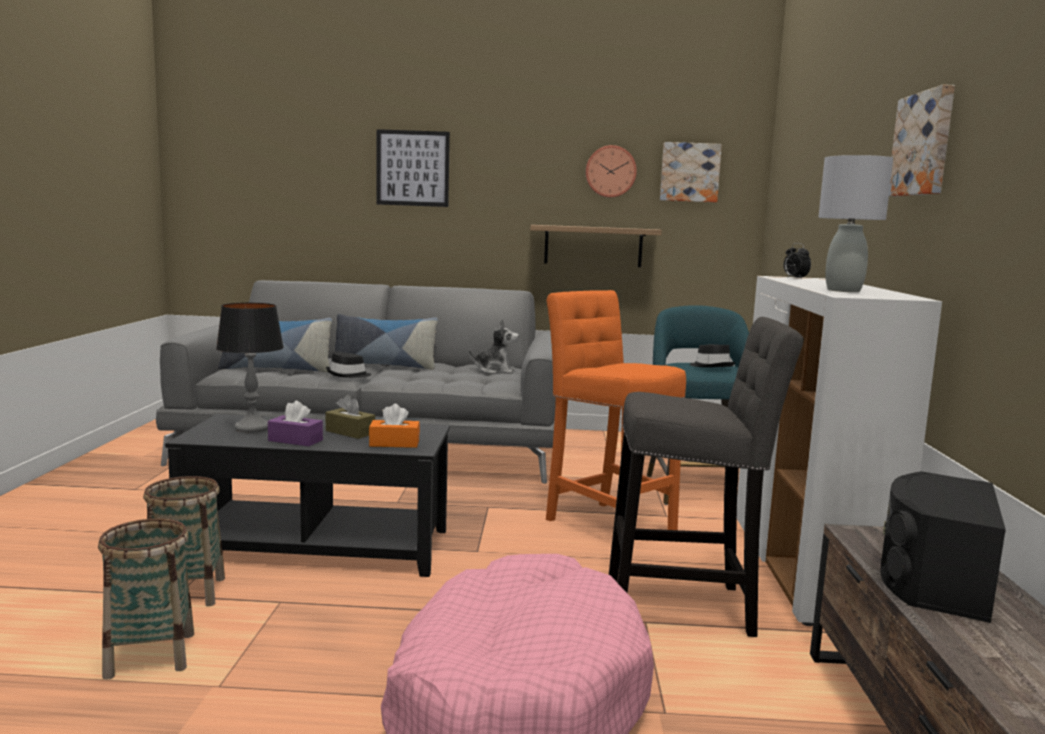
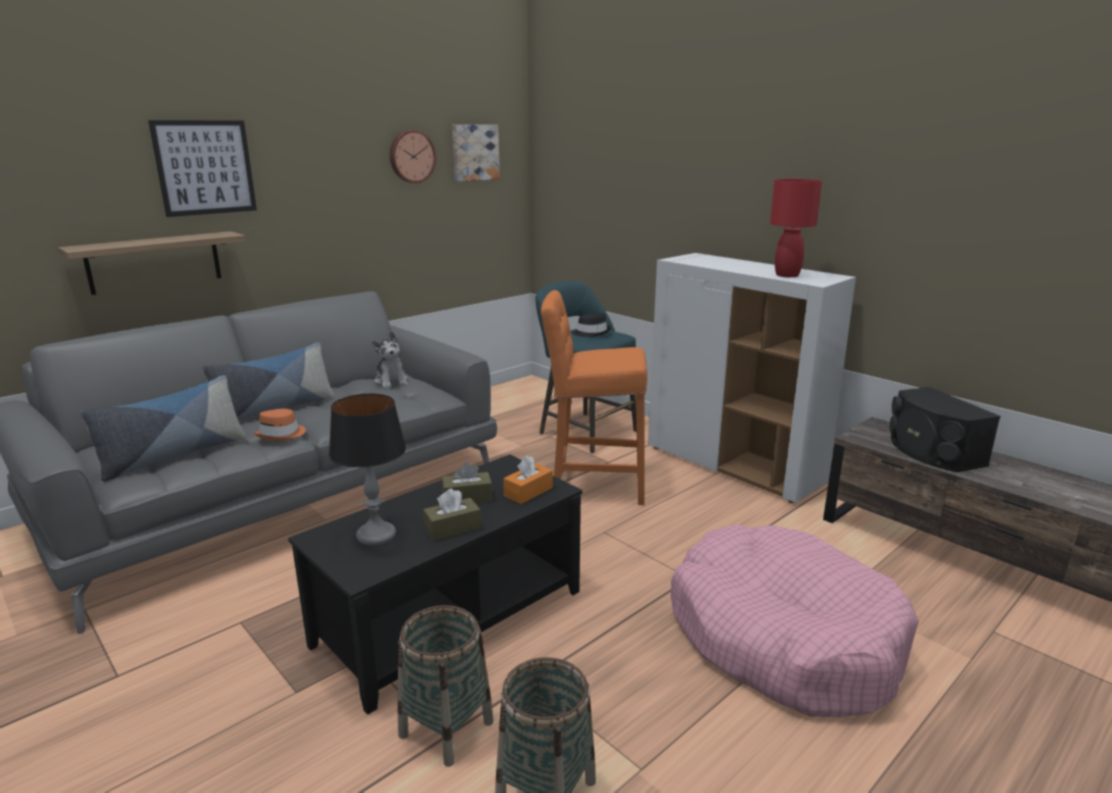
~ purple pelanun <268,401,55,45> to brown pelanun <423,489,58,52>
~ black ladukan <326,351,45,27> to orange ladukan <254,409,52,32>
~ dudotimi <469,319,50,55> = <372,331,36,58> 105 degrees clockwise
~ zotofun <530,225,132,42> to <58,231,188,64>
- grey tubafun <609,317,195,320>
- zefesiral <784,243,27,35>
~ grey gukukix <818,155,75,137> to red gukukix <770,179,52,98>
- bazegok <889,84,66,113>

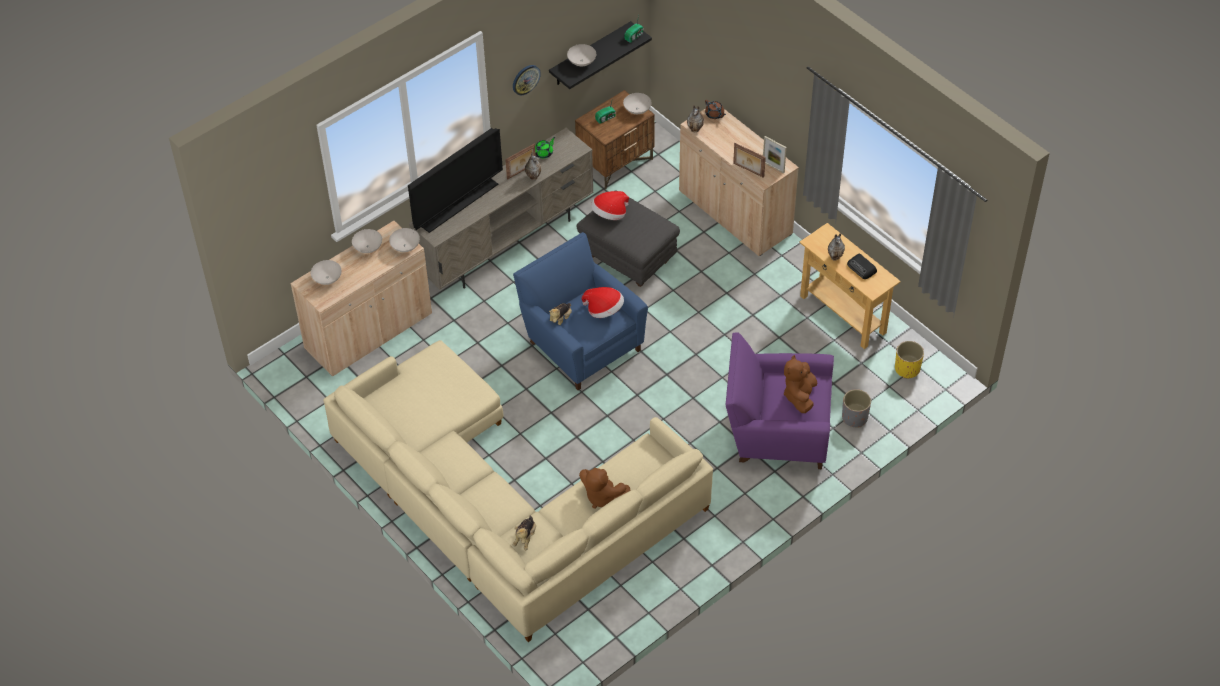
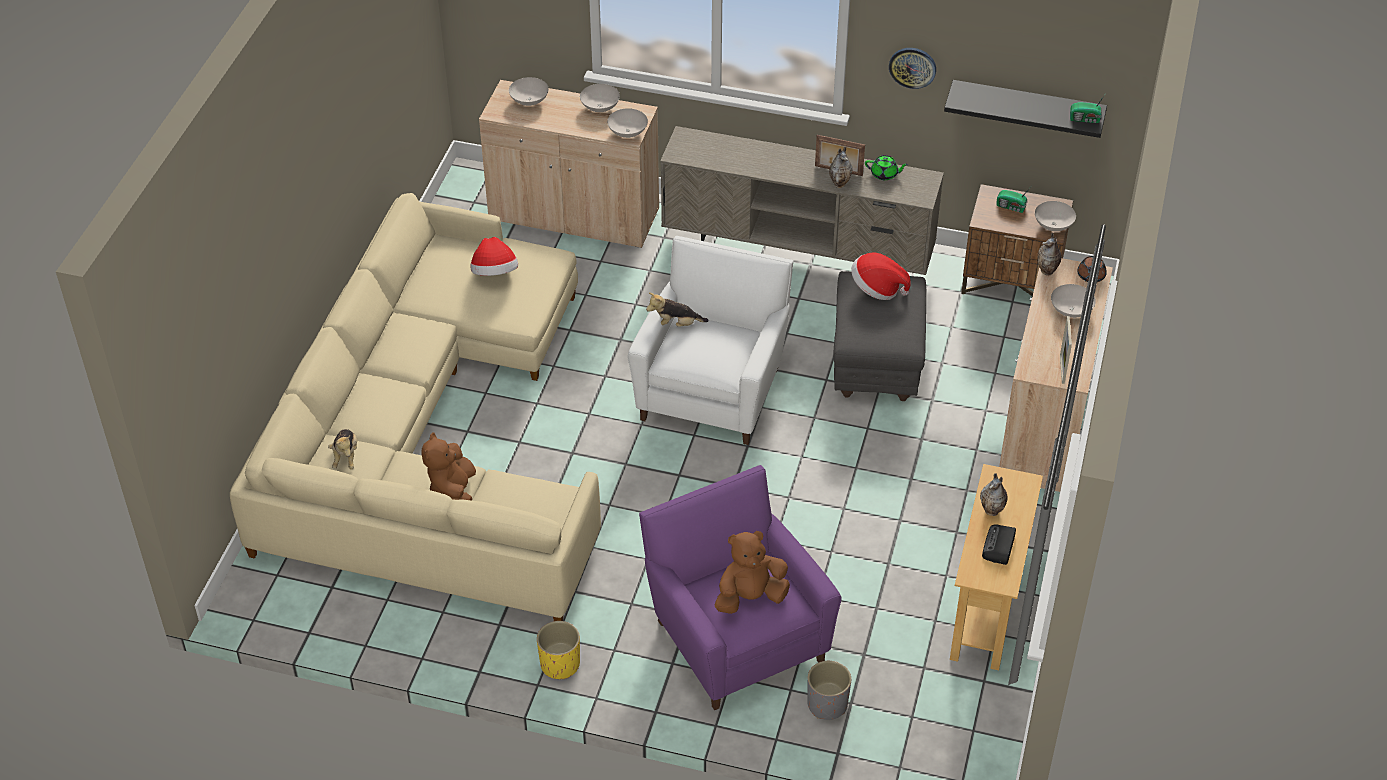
- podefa <408,128,95,105>
~ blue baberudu <513,232,135,158> to white baberudu <628,236,165,209>
~ dudotimi <513,516,23,35> = <328,429,29,40> 75 degrees counterclockwise
~ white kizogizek <567,44,29,22> to <1051,284,45,34>
~ ladukan <582,287,42,31> to <471,237,47,39>
- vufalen <733,143,33,35>
~ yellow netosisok <895,341,29,38> to <537,621,43,59>

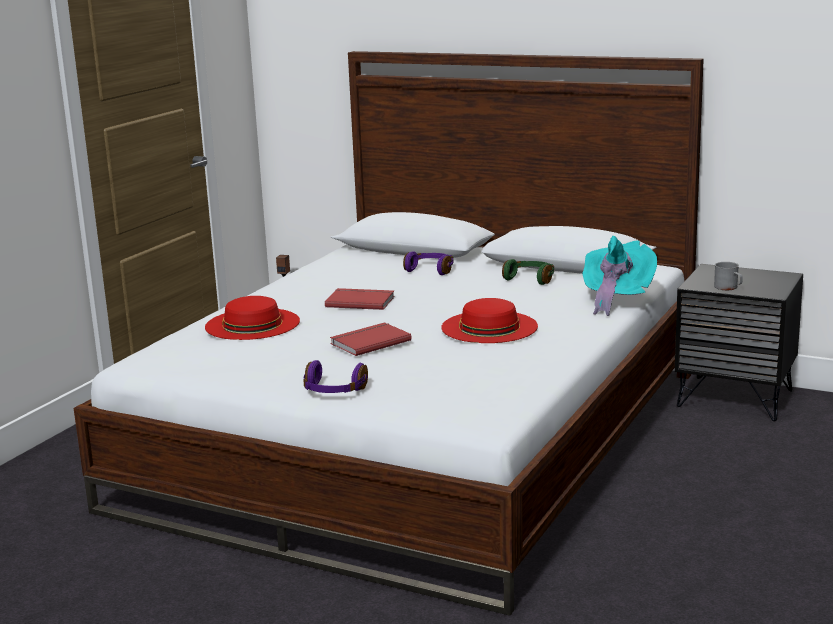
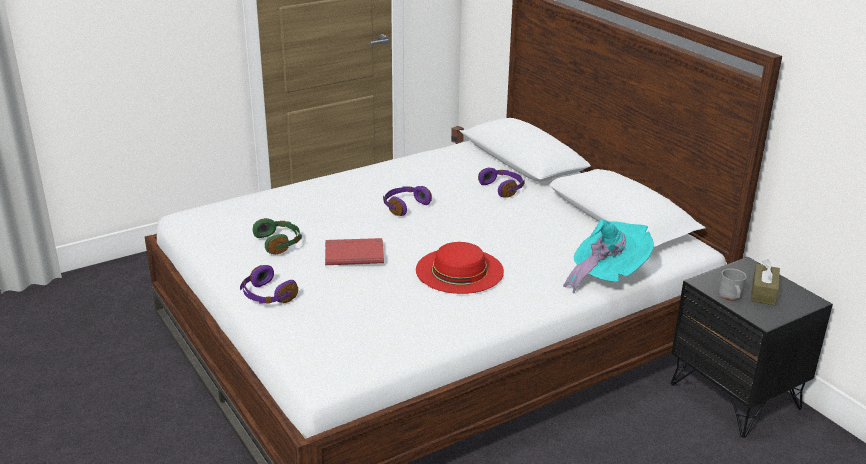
- red ladukan <205,296,95,44>
~ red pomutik <325,288,69,22> to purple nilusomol <383,186,49,30>
~ green nilusomol <502,259,52,26> to <253,218,49,36>
+ brown pelanun <751,259,29,46>

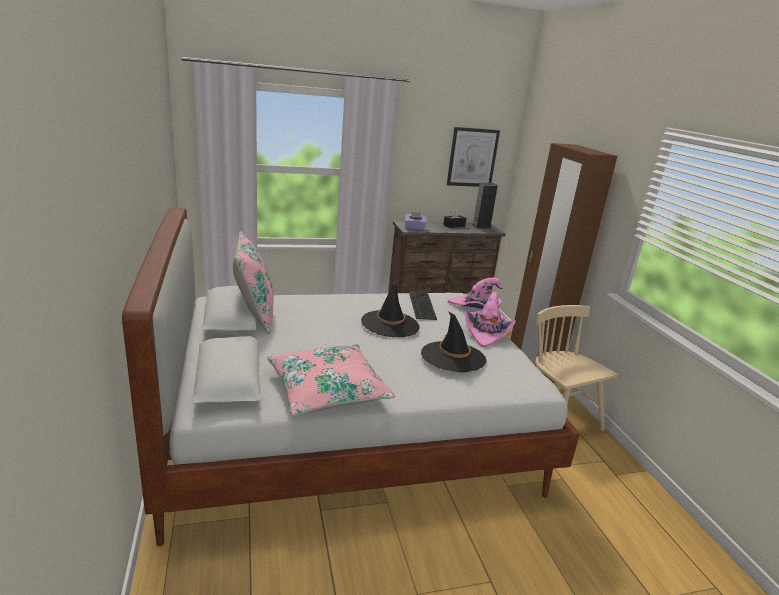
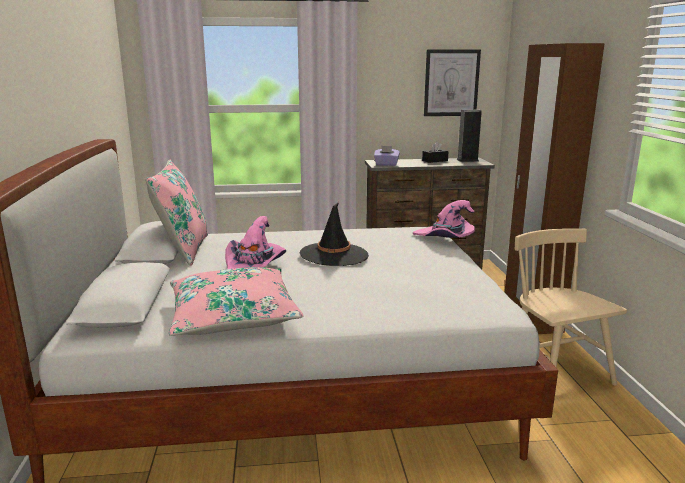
- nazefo <409,290,28,30>
- black ladukan <421,311,65,61>
~ pink ladukan <465,292,51,55> to <225,216,61,53>

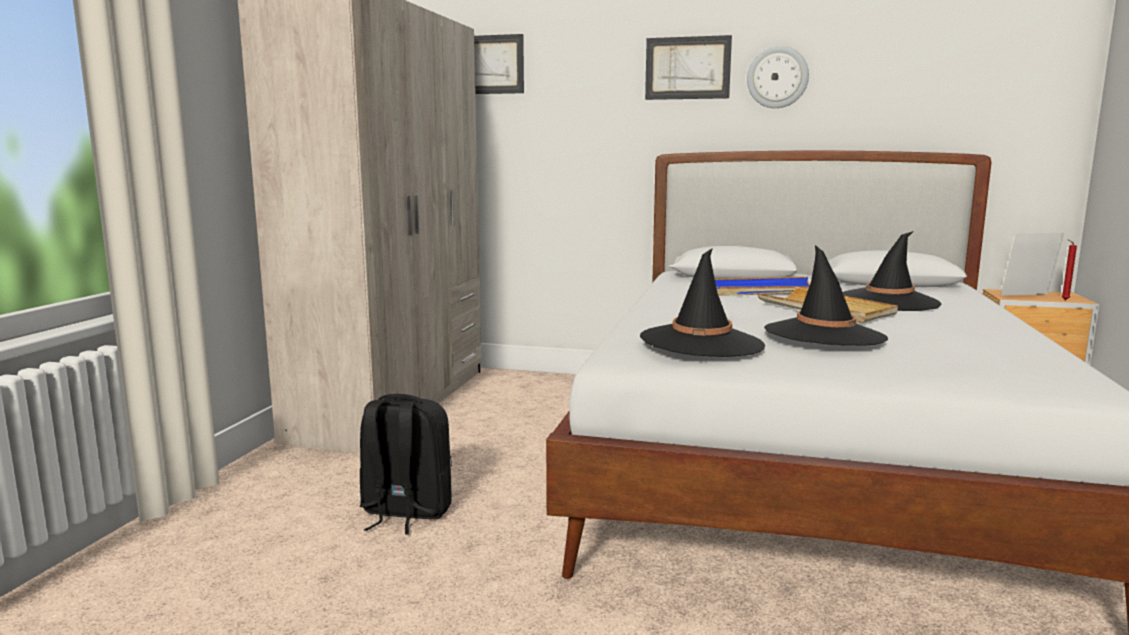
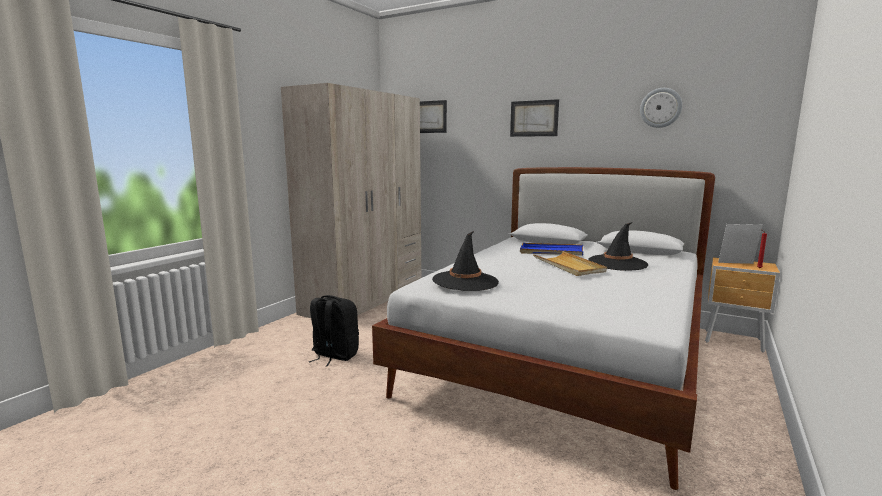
~ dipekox <747,46,62,62> to <640,88,42,40>
- black ladukan <764,245,124,101>

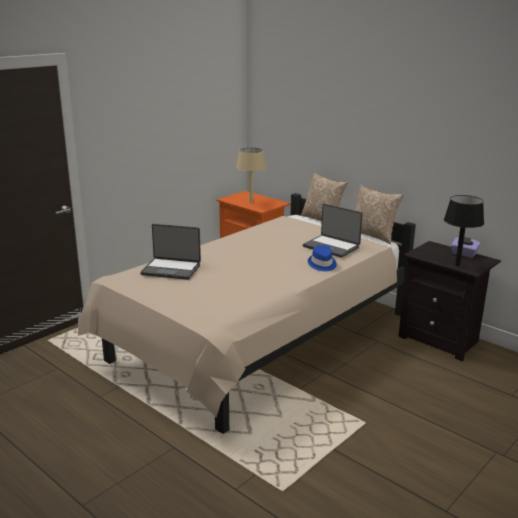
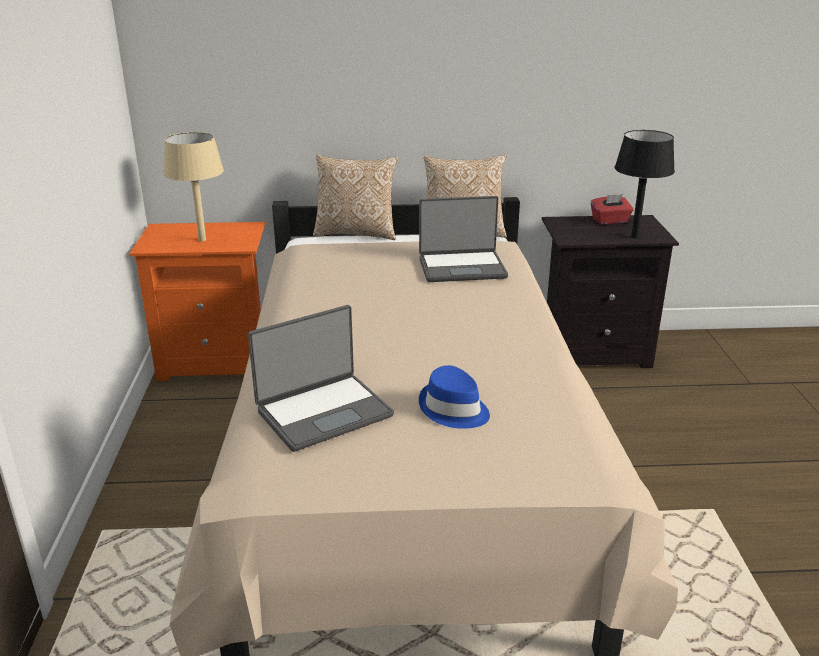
~ blue ladukan <308,245,29,26> to <419,365,71,64>
~ purple pelanun <451,237,30,21> to red pelanun <591,194,42,30>

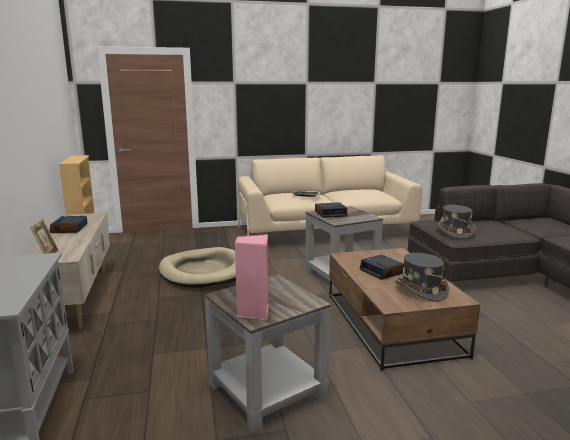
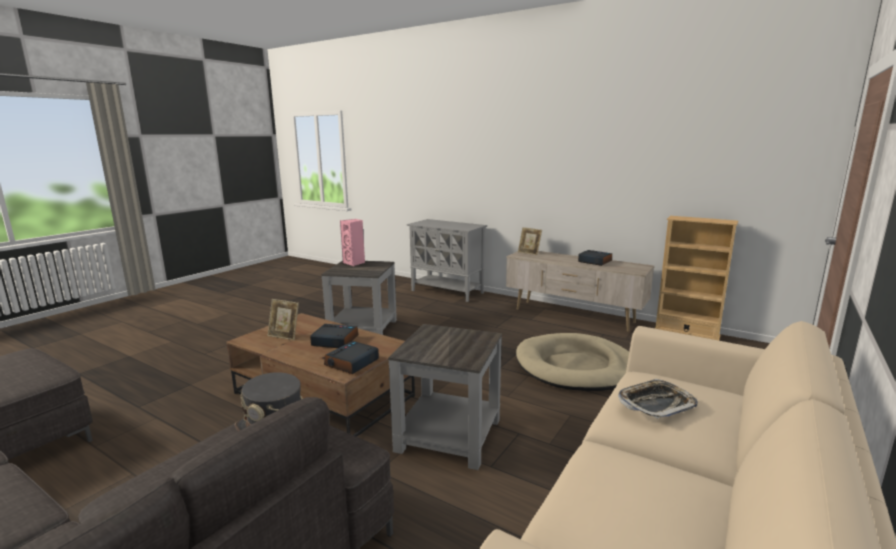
~ zefesiral <315,202,32,16> to <324,341,55,33>
~ grey ladukan <395,253,54,49> to vufalen <268,299,31,41>

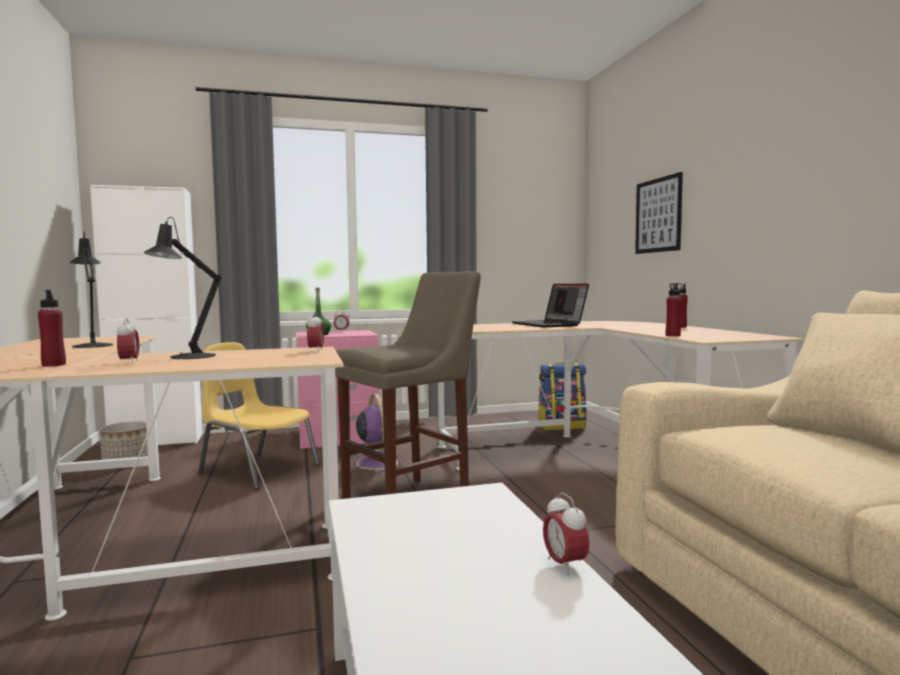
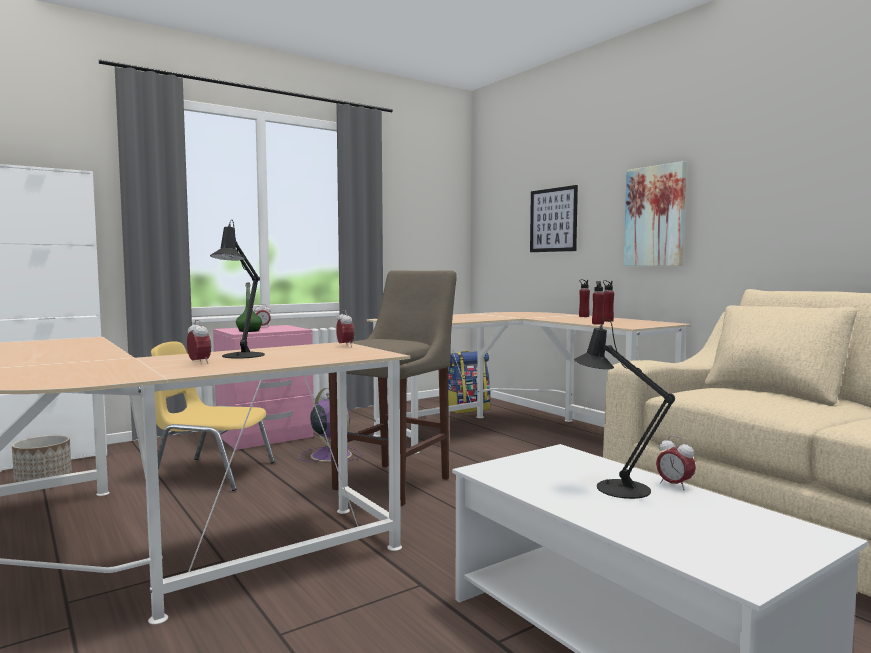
~ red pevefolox <38,290,28,77> to <603,280,11,42>
~ black gukukix <70,231,43,117> to <574,319,101,180>
- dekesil <512,284,77,43>
+ bazegok <624,161,62,105>

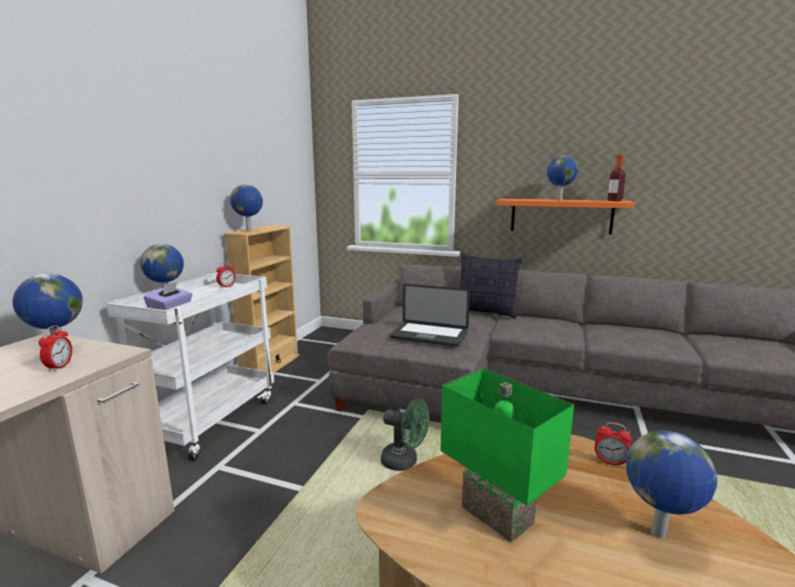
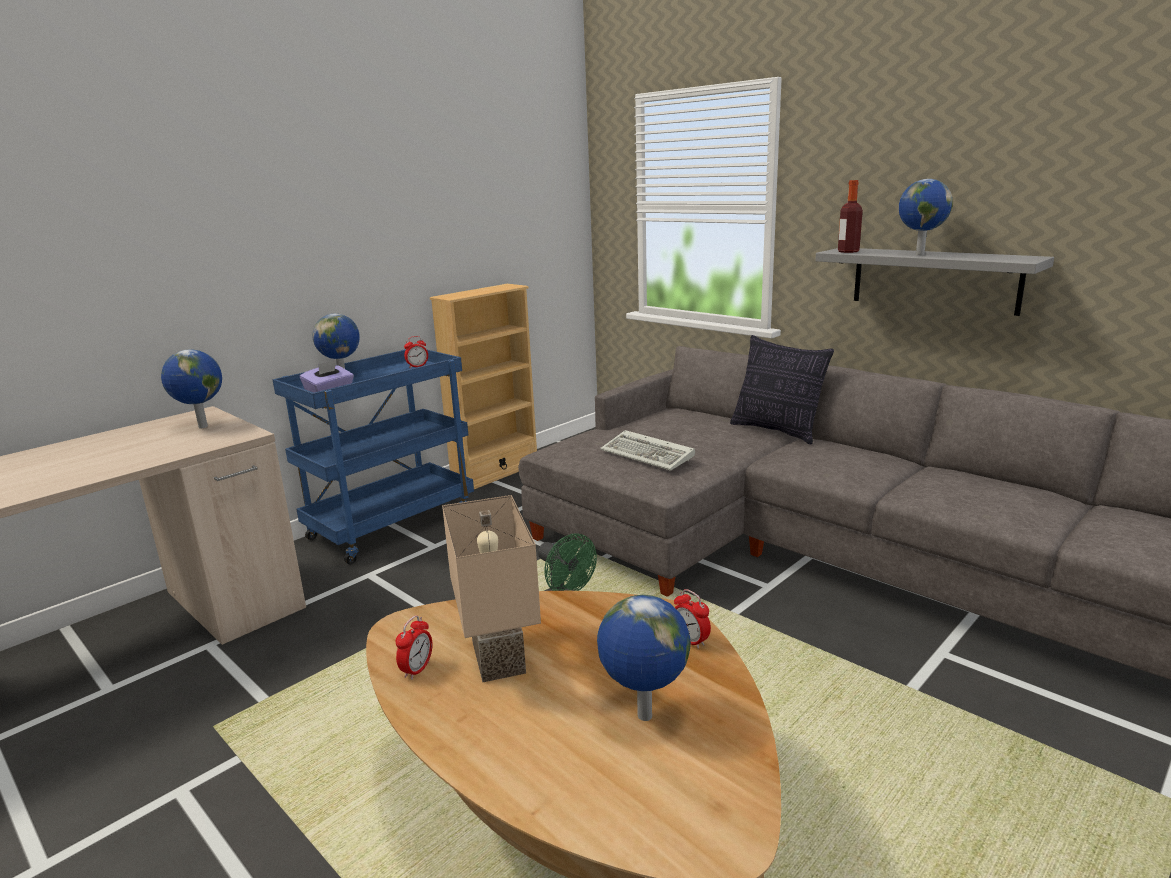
~ zefesiral <39,325,33,47> to <396,615,37,65>
~ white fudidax <106,273,168,188> to blue fudidax <272,349,202,215>
- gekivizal <230,185,33,46>
~ dekesil <390,284,80,63> to nazefo <600,430,95,41>
~ green gukukix <440,368,134,175> to beige gukukix <442,495,99,187>
~ orange zotofun <497,199,138,36> to grey zotofun <815,248,239,68>
~ pevefolox <607,155,19,46> to <838,180,25,73>

